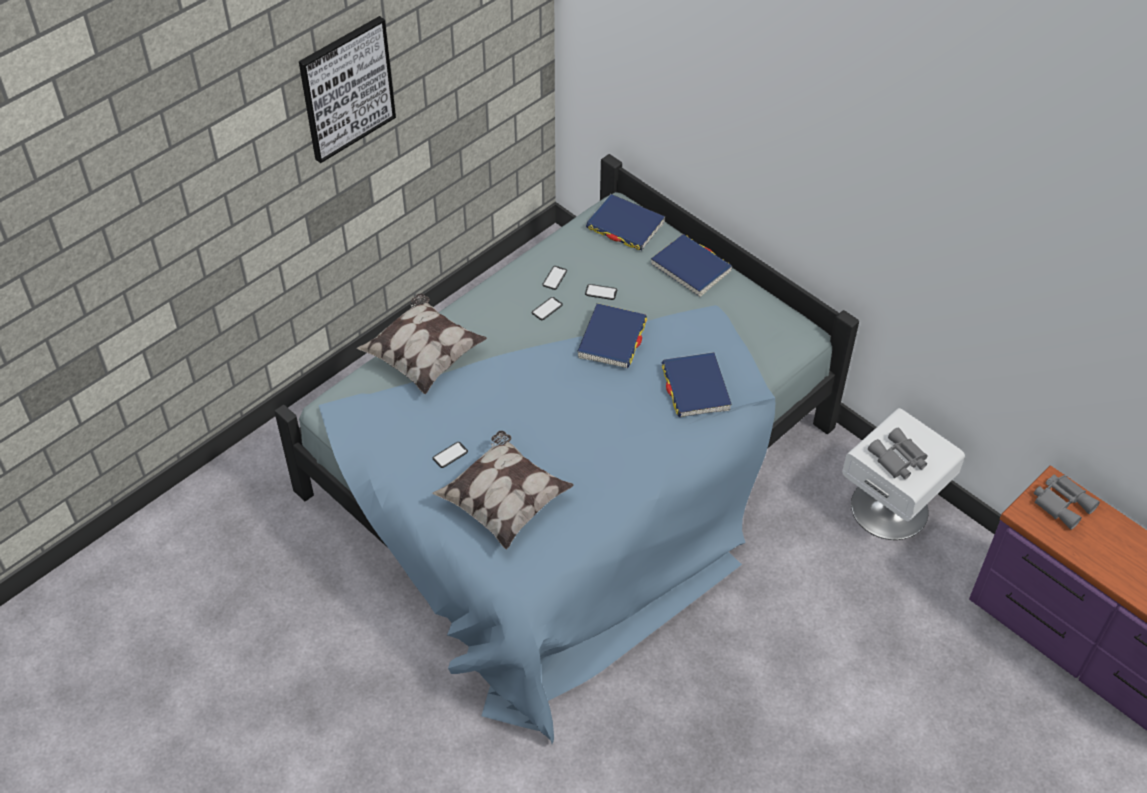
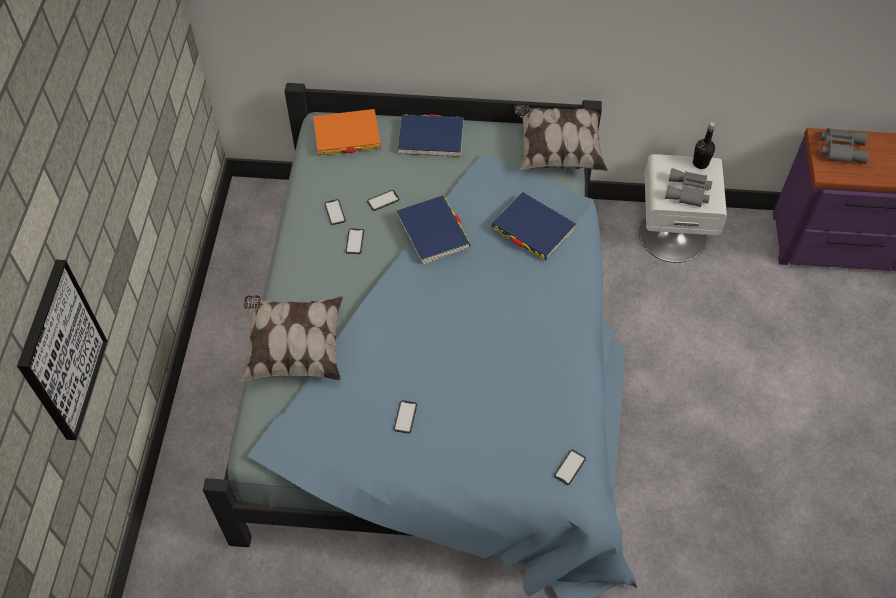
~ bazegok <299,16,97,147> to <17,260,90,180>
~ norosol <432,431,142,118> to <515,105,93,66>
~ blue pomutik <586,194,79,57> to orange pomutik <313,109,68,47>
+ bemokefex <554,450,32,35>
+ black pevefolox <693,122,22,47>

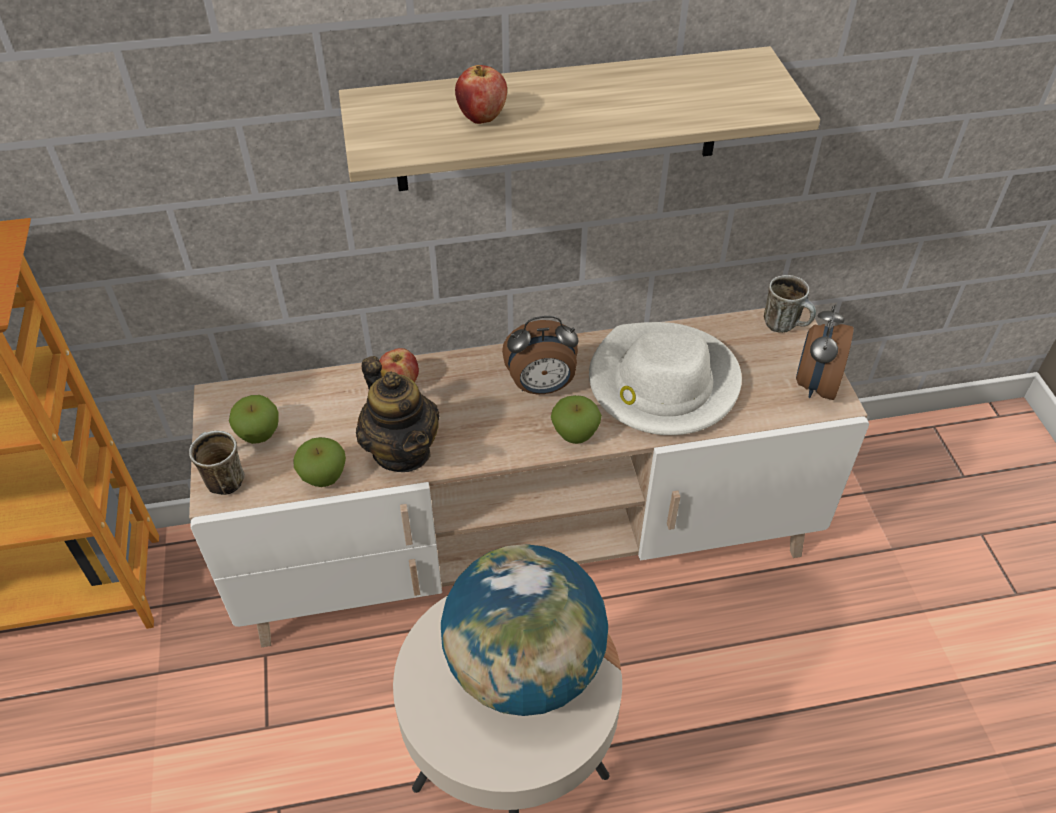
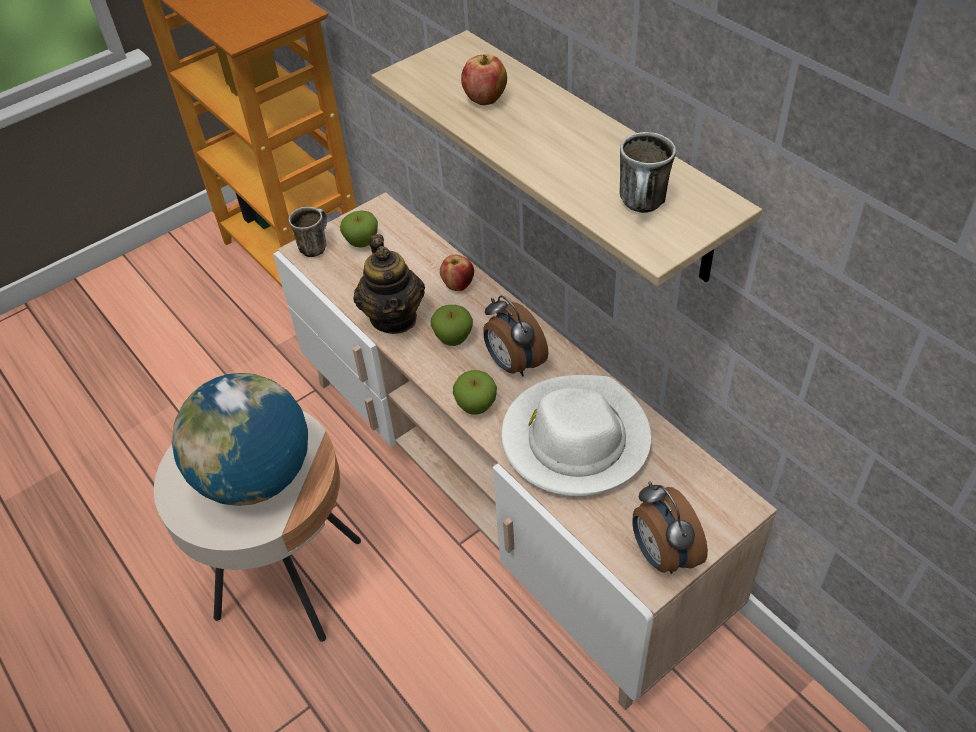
~ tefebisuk <293,437,53,50> to <431,305,42,41>
~ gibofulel <356,356,84,116> = <353,234,72,100> 45 degrees counterclockwise
~ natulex <764,275,52,58> to <619,132,57,81>
~ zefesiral <796,304,58,96> = <632,482,76,92> 105 degrees counterclockwise

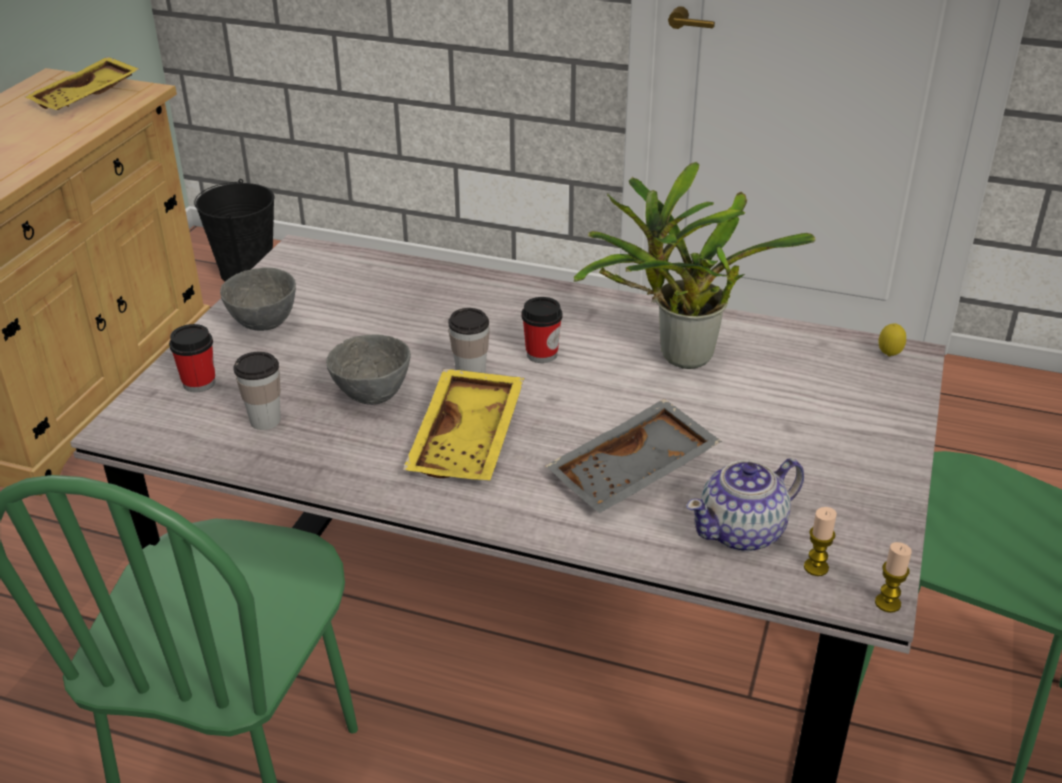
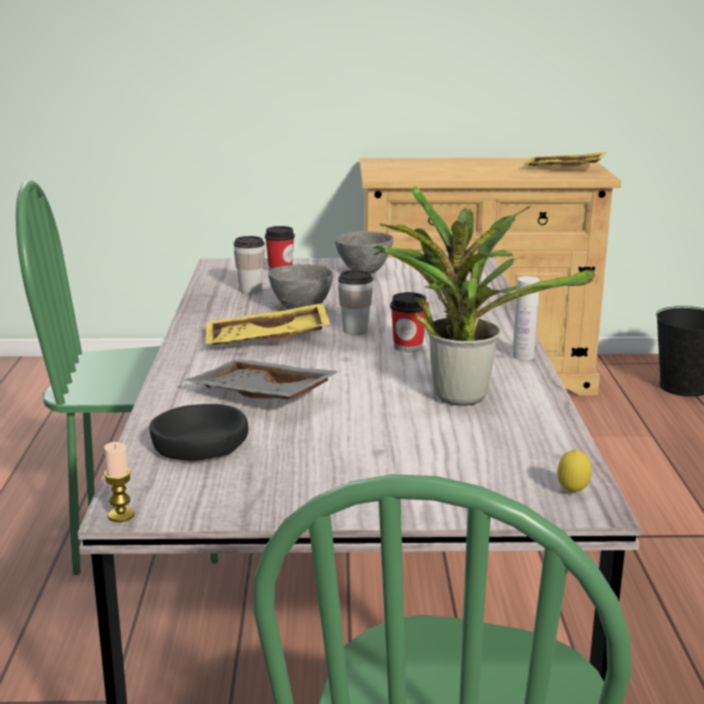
~ gibofulel <686,458,118,94> to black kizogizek <149,404,99,57>
- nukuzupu <804,507,33,69>
+ white pevefolox <512,276,28,84>

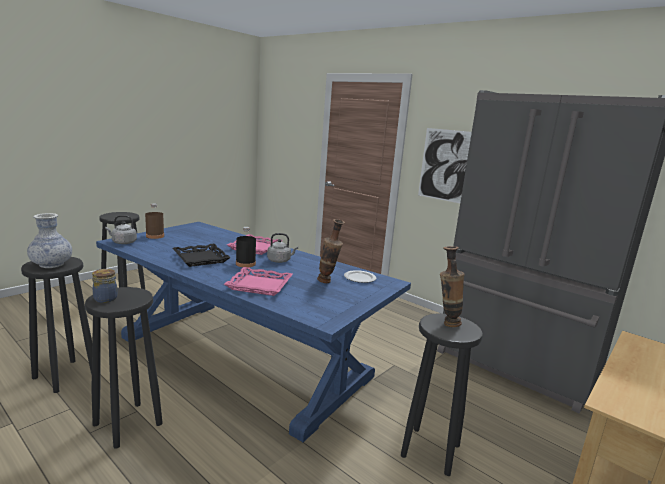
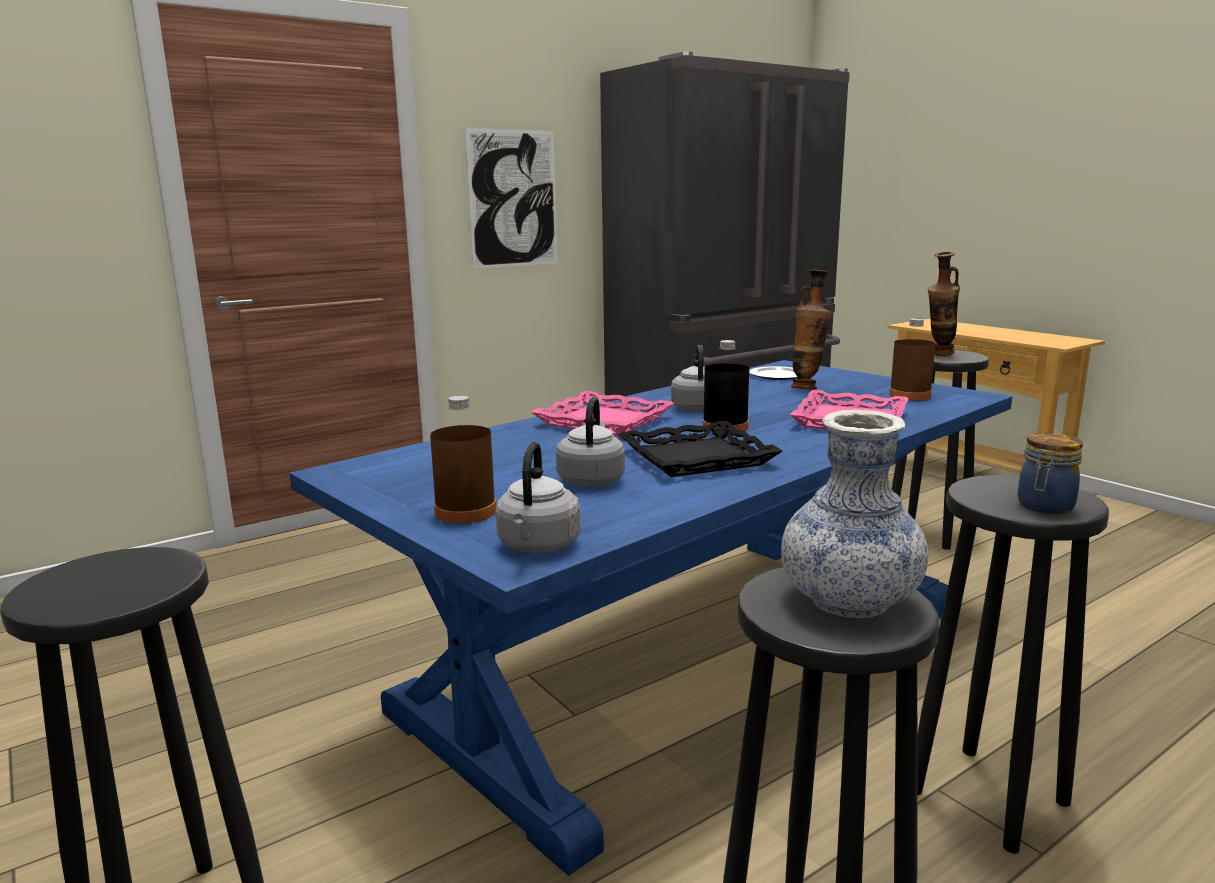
+ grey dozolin <556,397,69,89>
+ brown pevefolox <889,318,46,82>

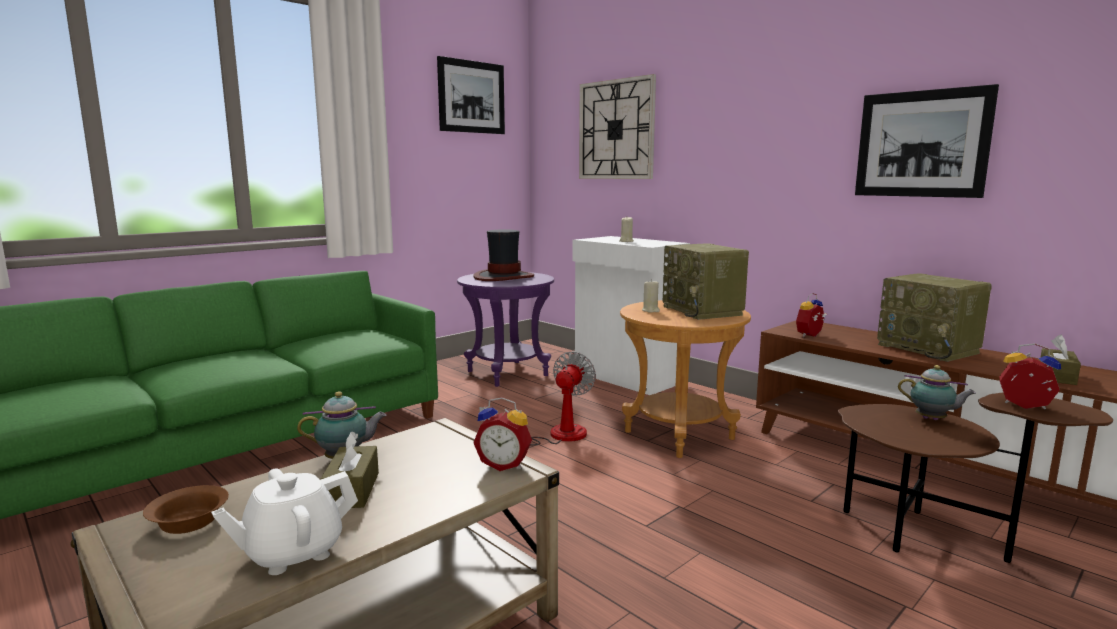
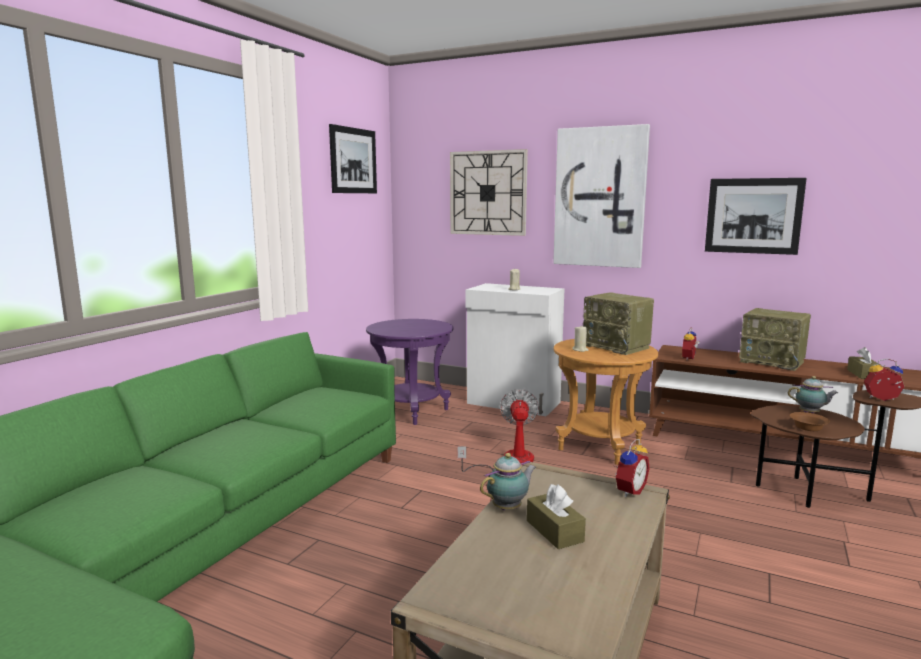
~ brown kizogizek <143,485,86,49> to <789,412,41,19>
- white gibofulel <211,468,147,107>
- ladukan <473,229,61,52>
~ zefesiral <473,397,59,74> = <615,439,35,58> 45 degrees counterclockwise
+ bazegok <553,124,97,144>

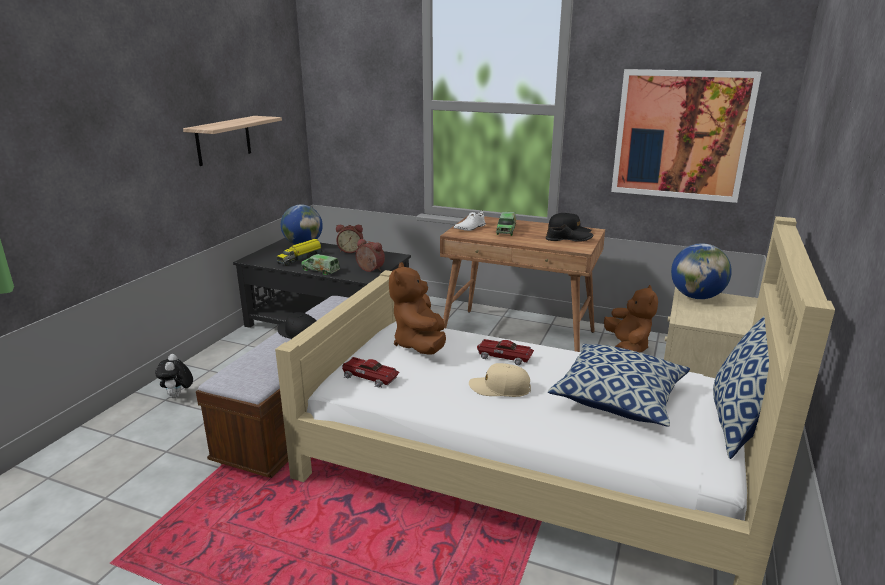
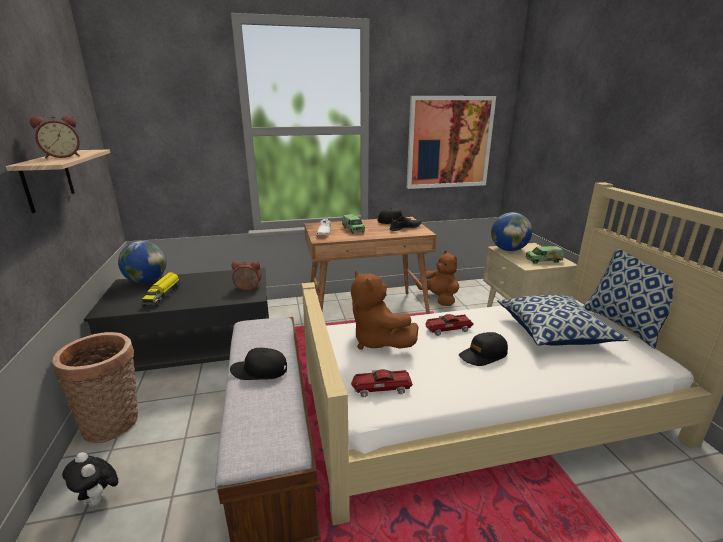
~ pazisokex <301,254,39,21> to <525,246,39,18>
~ zefesiral <336,225,27,28> to <29,116,51,42>
~ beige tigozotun <469,363,62,34> to black tigozotun <459,332,49,34>
+ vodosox <52,332,86,111>

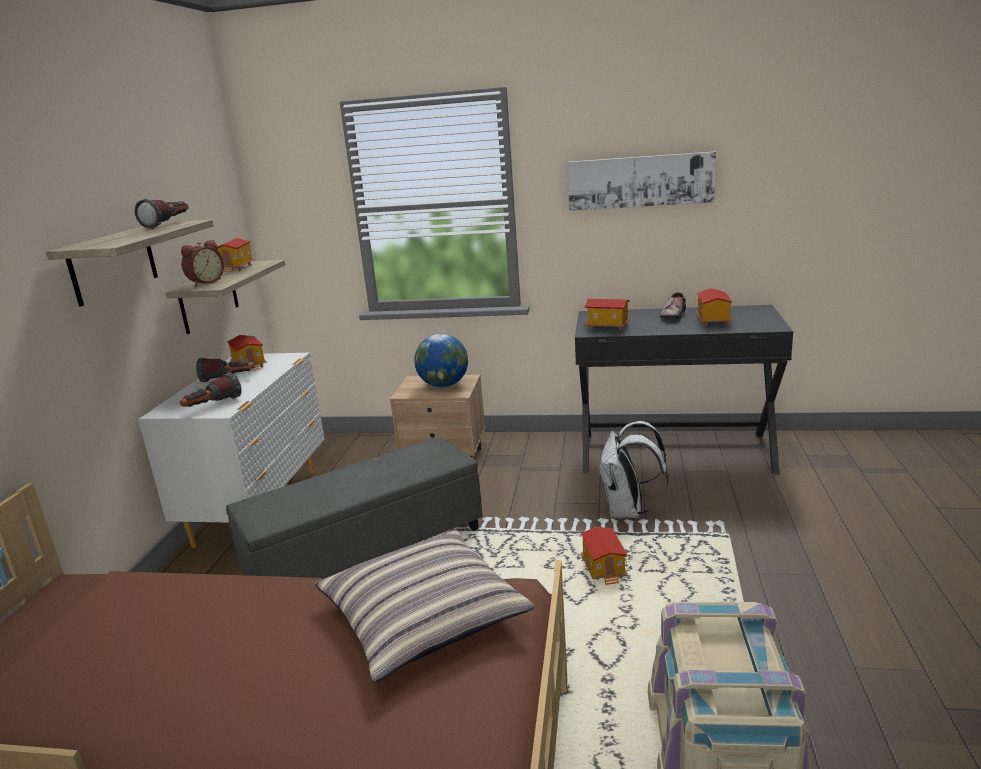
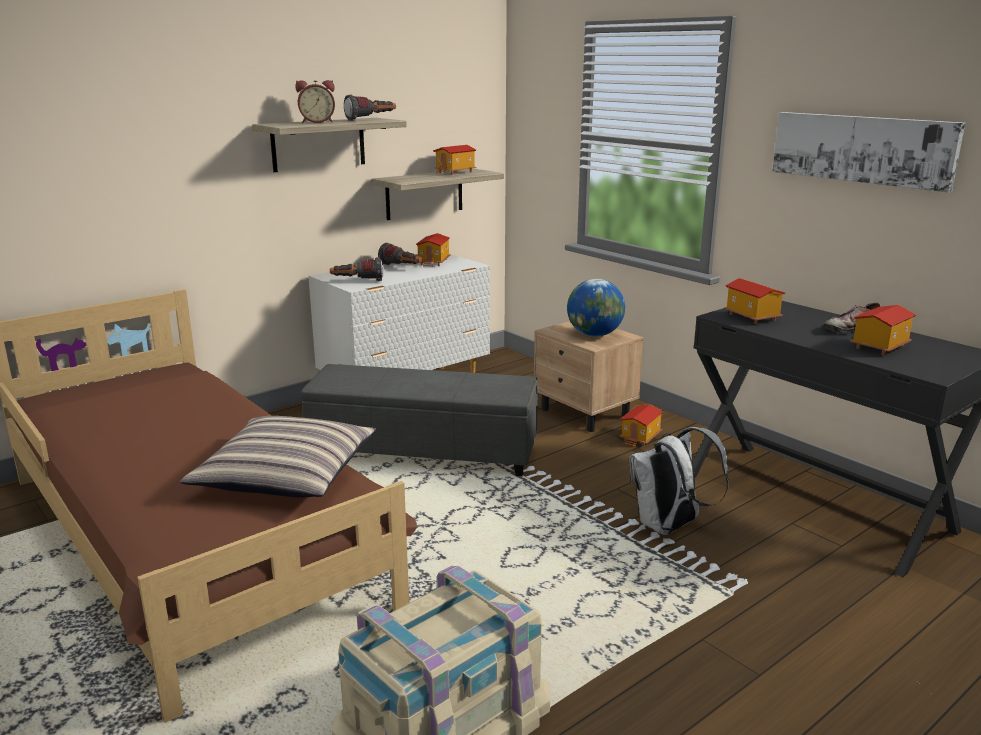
~ zefesiral <181,240,43,46> to <295,80,40,43>
~ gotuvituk <581,526,47,59> to <619,404,44,43>

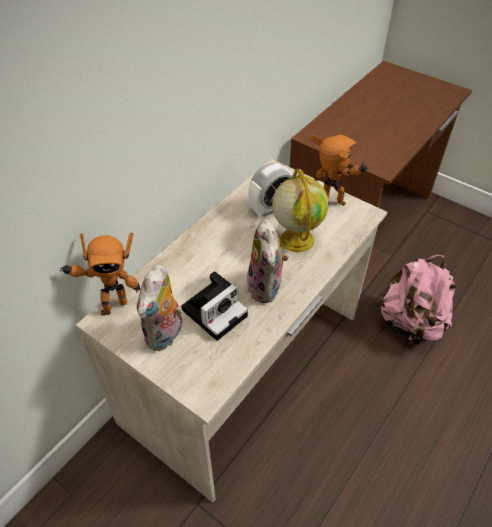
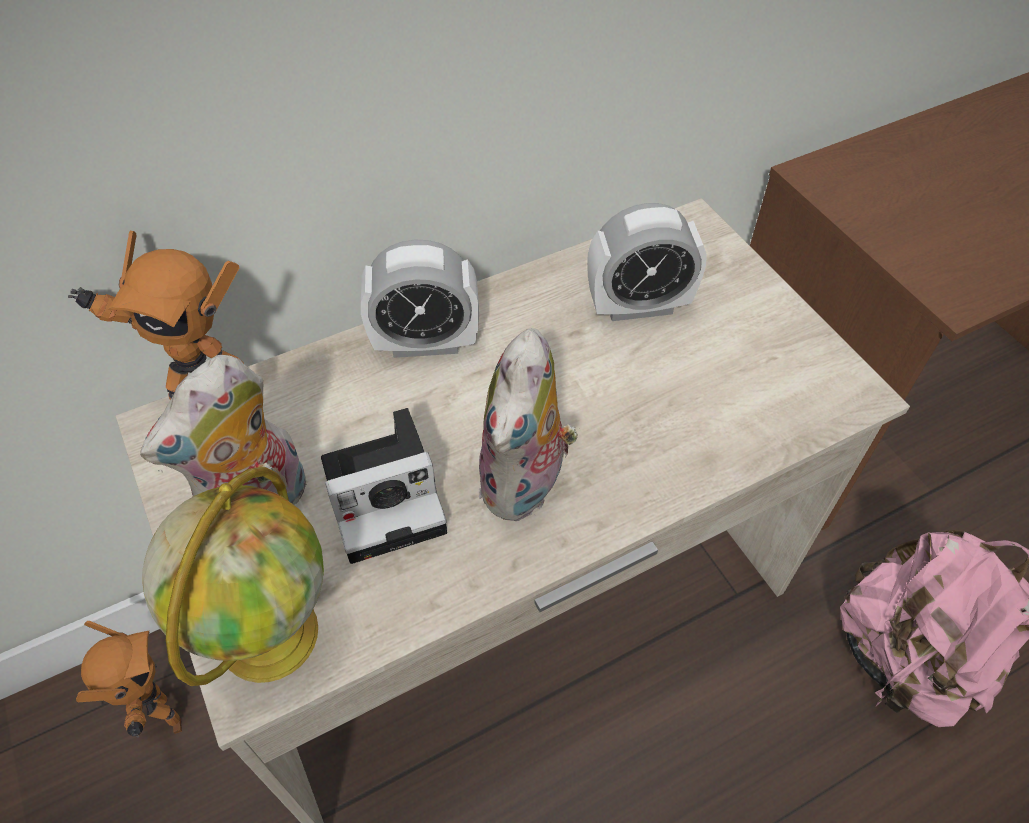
~ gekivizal <272,169,57,83> to <142,467,182,219>
~ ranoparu <310,135,59,71> to <76,621,106,117>
+ zefesiral <361,240,118,118>

